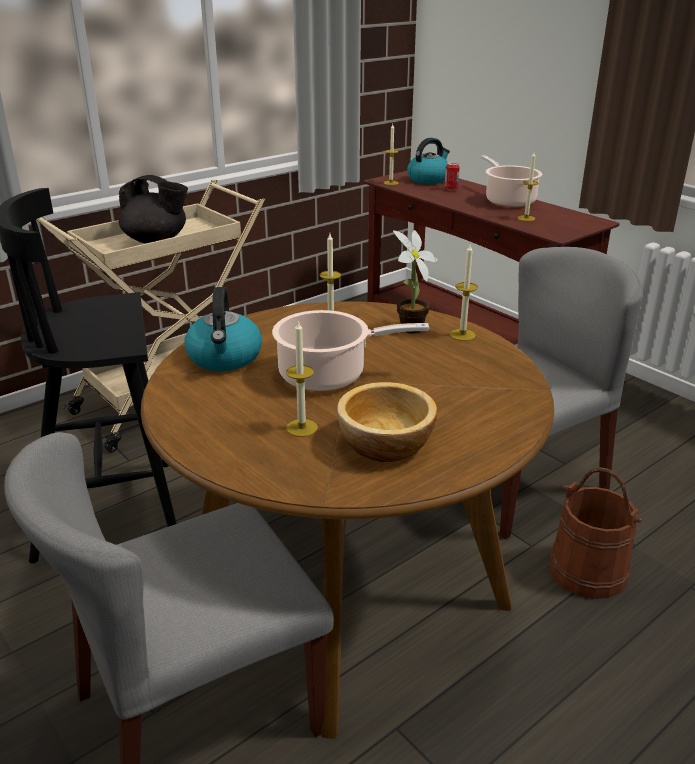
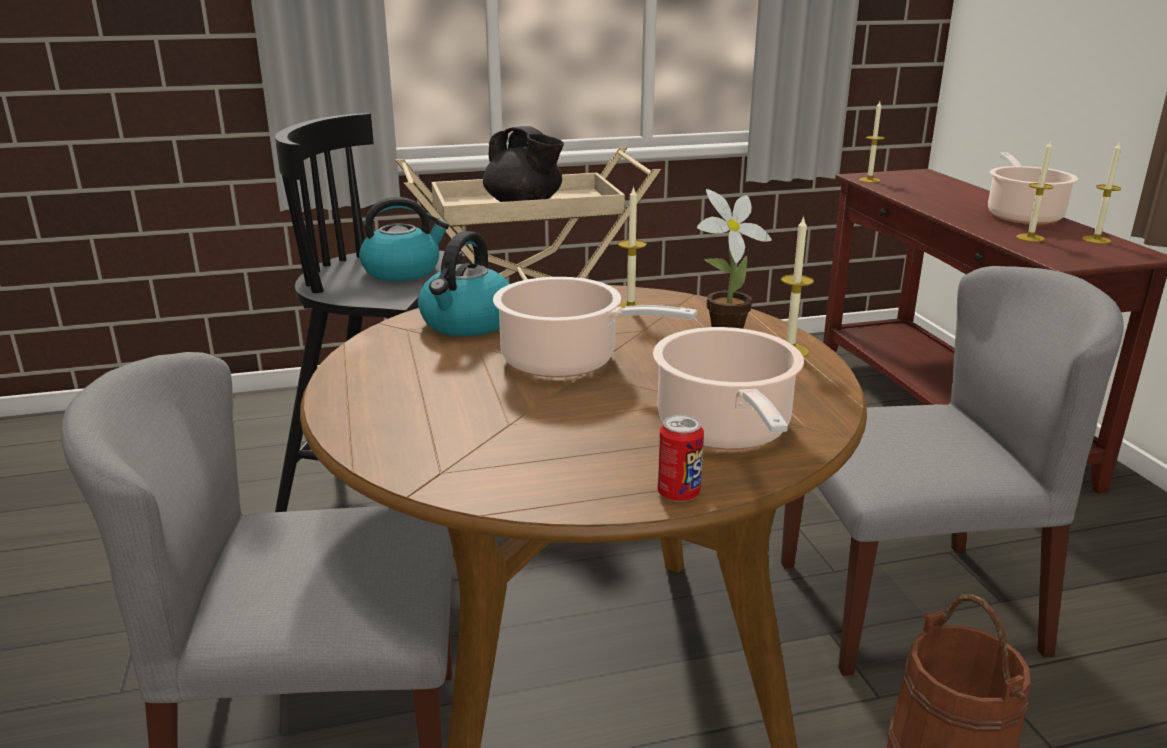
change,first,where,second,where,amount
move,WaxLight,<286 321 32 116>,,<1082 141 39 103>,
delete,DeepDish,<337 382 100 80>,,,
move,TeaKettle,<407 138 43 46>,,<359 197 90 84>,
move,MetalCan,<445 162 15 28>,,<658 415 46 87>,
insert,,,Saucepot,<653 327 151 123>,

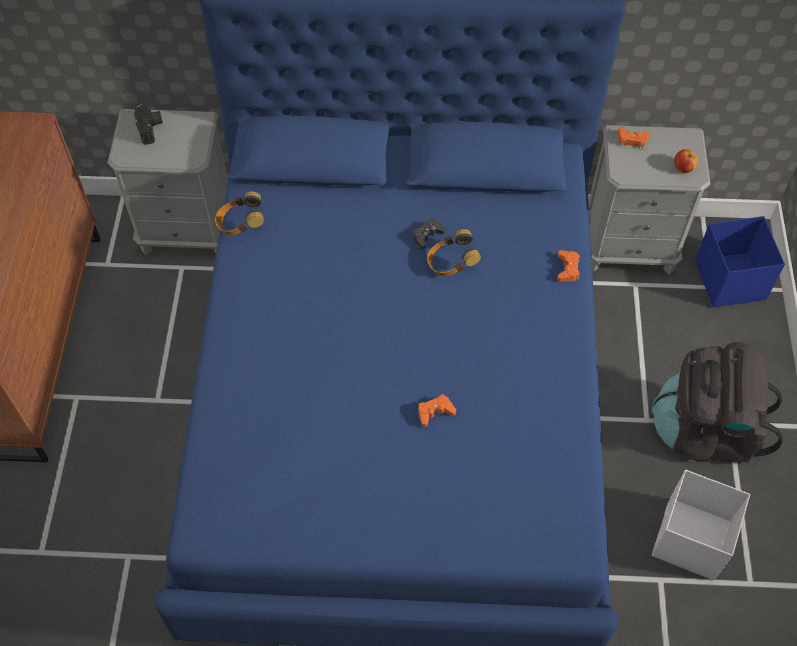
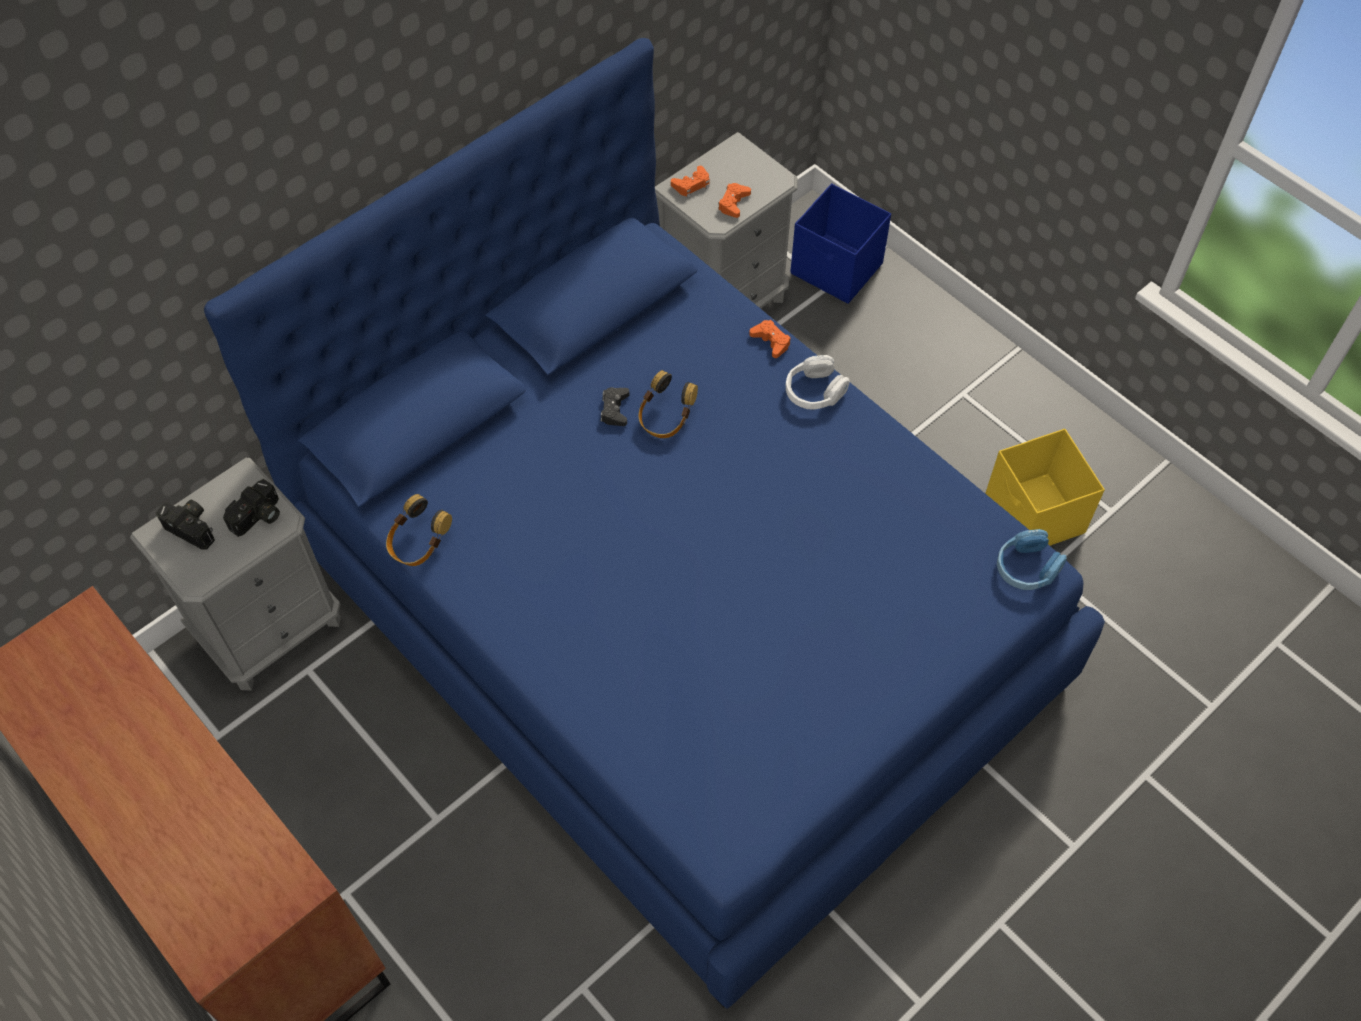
change,first,where,second,where,amount
move,OrangeyJoypad,<418 394 38 33>,,<718 183 33 35>,
delete,BlackColouredRucksack,<652 342 131 121>,,,
recolor,WhiteColouredStorageBin,<652 470 98 111>,YellowStorageBin,<985 429 120 117>,
delete,WholeApple,<674 149 24 24>,,,
insert,,,StillCamera,<223 479 57 58>,
insert,,,WhiteColouredHeadphones,<786 355 64 54>,
insert,,,BlueColouredHeadphones,<997 529 70 61>,

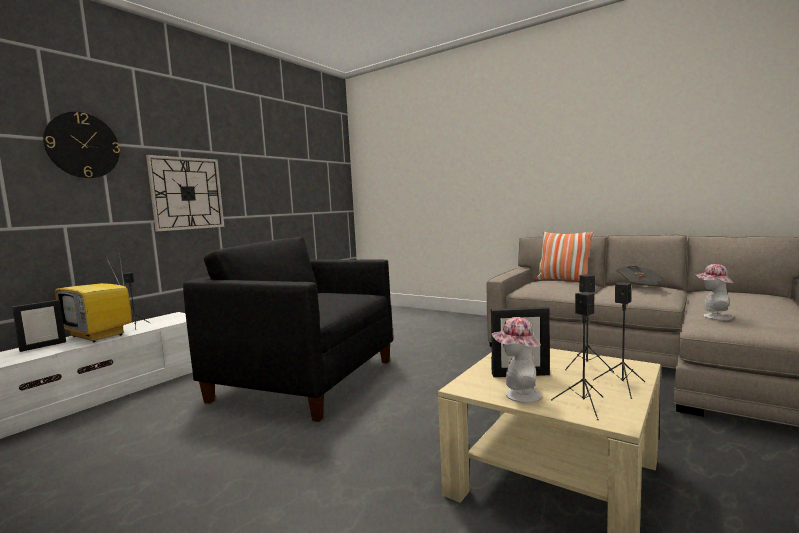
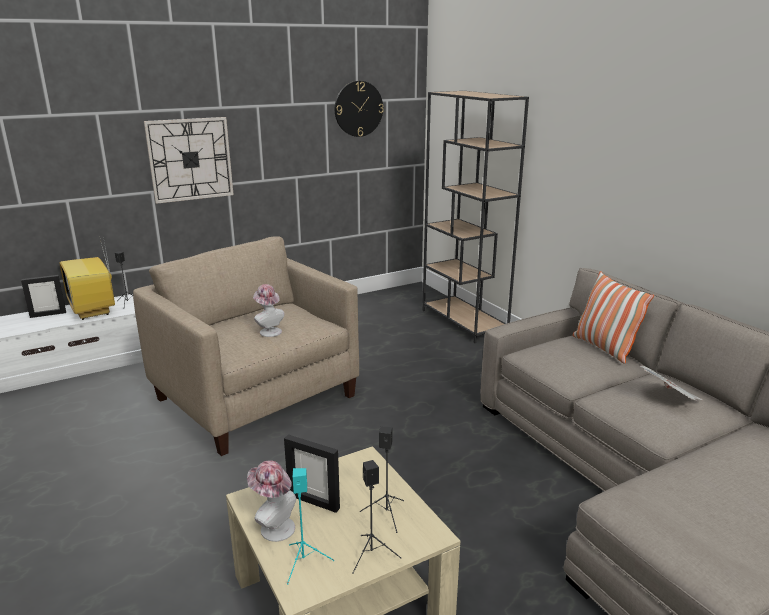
change,first,where,second,where,amount
move,ClockOnTheWall,<43 112 77 66>,,<335 81 49 56>,
recolor,BlackColouredEasyChair,<183 237 210 185>,SandColouredEasyChair,<133 236 226 220>,
recolor,BlackColouredLoudspeaker,<551 292 52 128>,TurquoiseColouredLoudspeaker,<287 468 47 117>,
move,Hat,<695 264 39 56>,,<253 284 32 53>,
insert,,,Bookshelf,<423 91 106 252>,

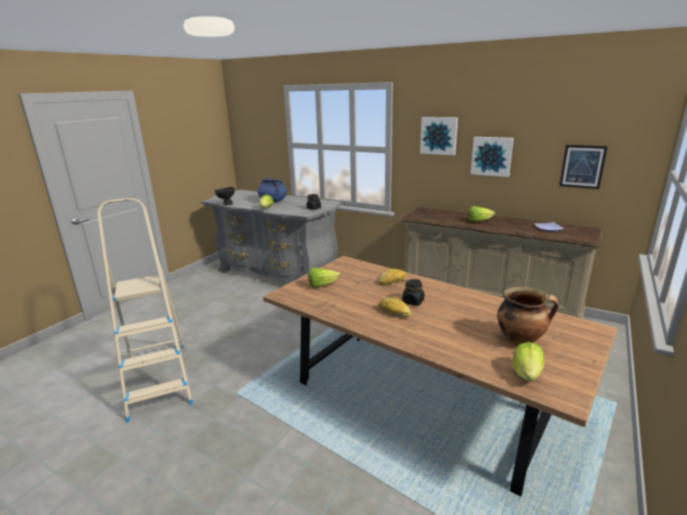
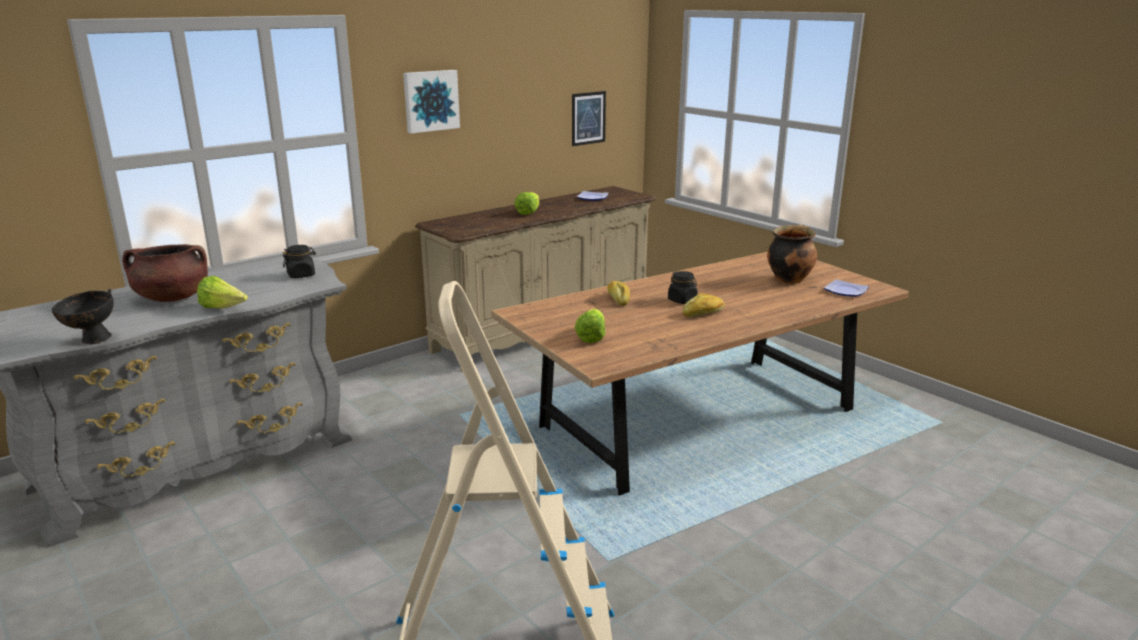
change,first,where,second,where,amount
recolor,BlueColouredSaucepot,<257 178 30 24>,BrownishSaucepot,<122 244 86 58>,
delete,WallPicture,<471 137 43 40>,,,
replace,LettuceHead,<512 342 32 39>,FlatDish,<824 279 45 18>,

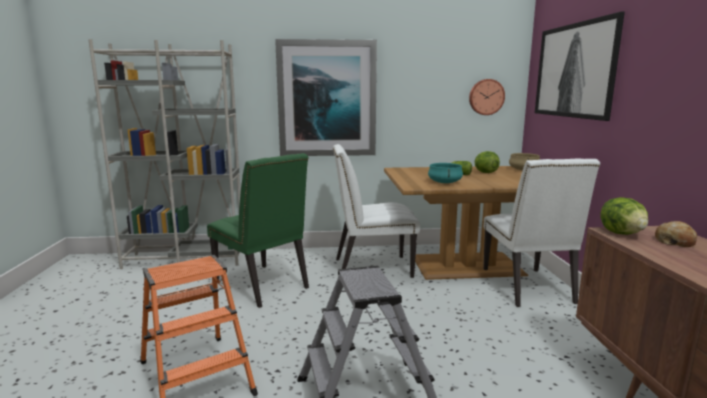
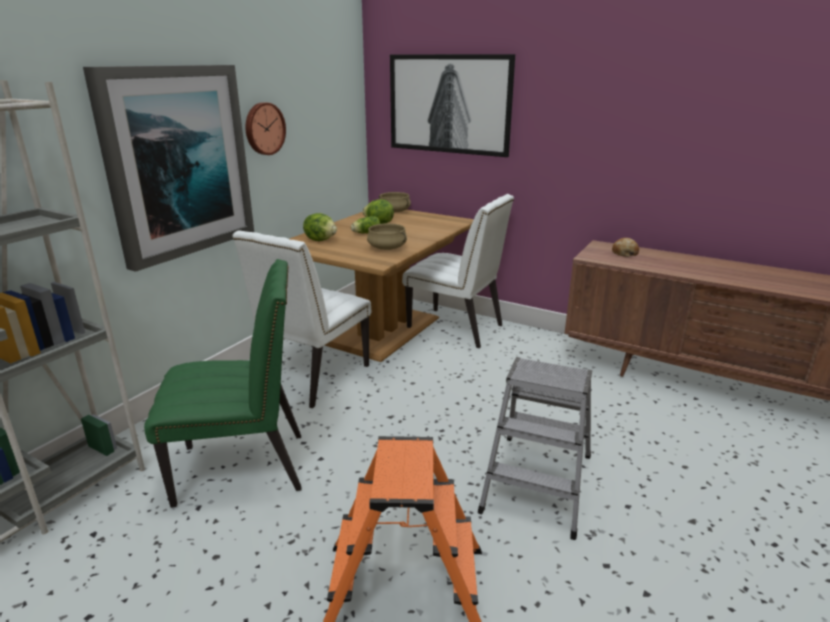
change,first,where,second,where,amount
recolor,TurquoiseColouredSaucepot,<428 163 35 20>,SandColouredSaucepot,<367 223 40 27>,
move,ClockOnTheWall,<469 79 36 36>,,<245 102 41 53>,
move,LettuceHead,<601 197 47 38>,,<303 213 34 28>,

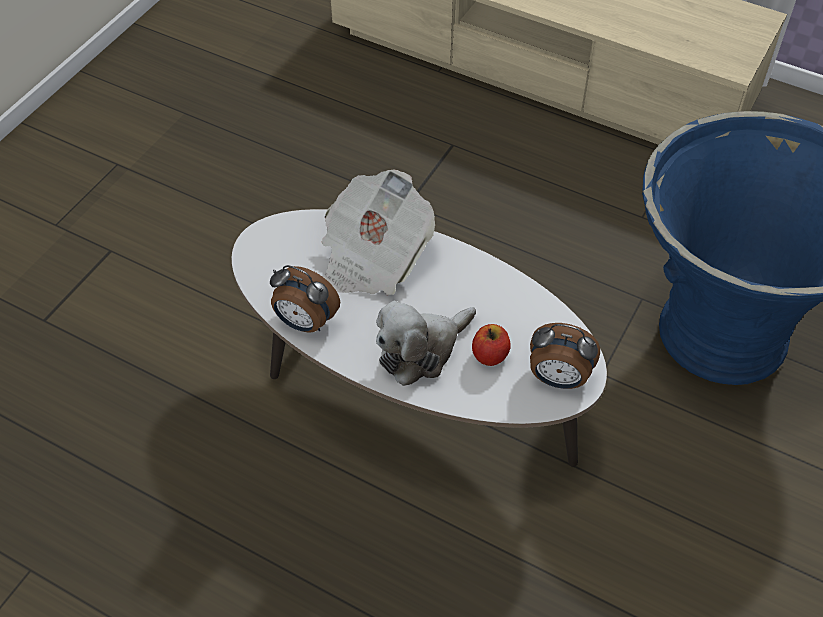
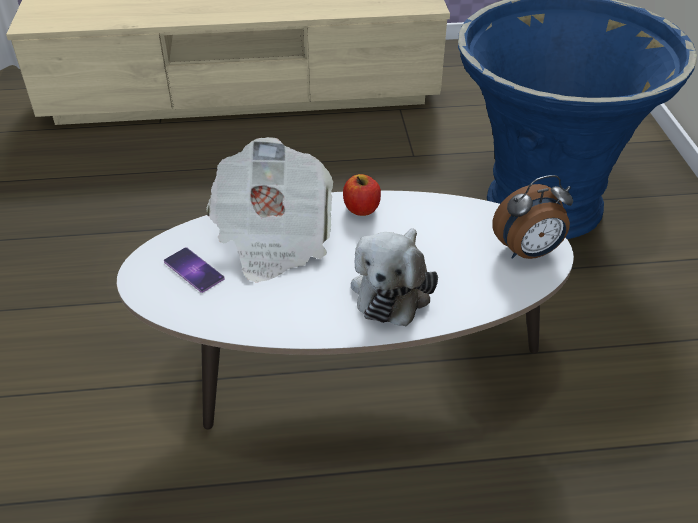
change,first,where,second,where,amount
delete,AlarmClock,<270 265 70 68>,,,
move,WholeApple,<472 324 38 42>,,<343 174 38 42>,
insert,,,Telephone,<164 247 61 46>,

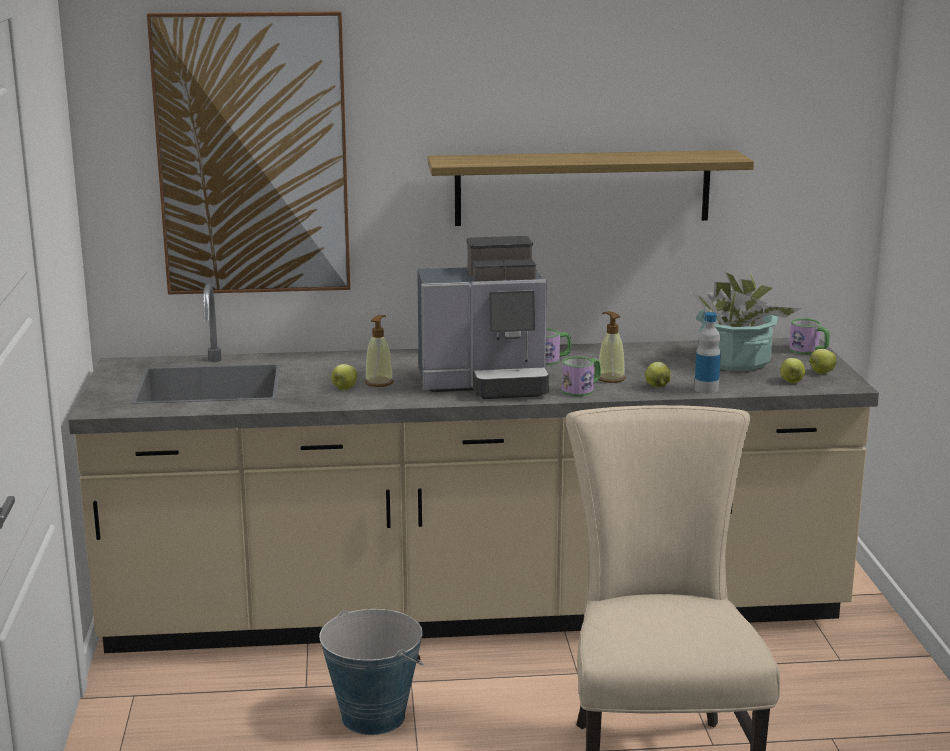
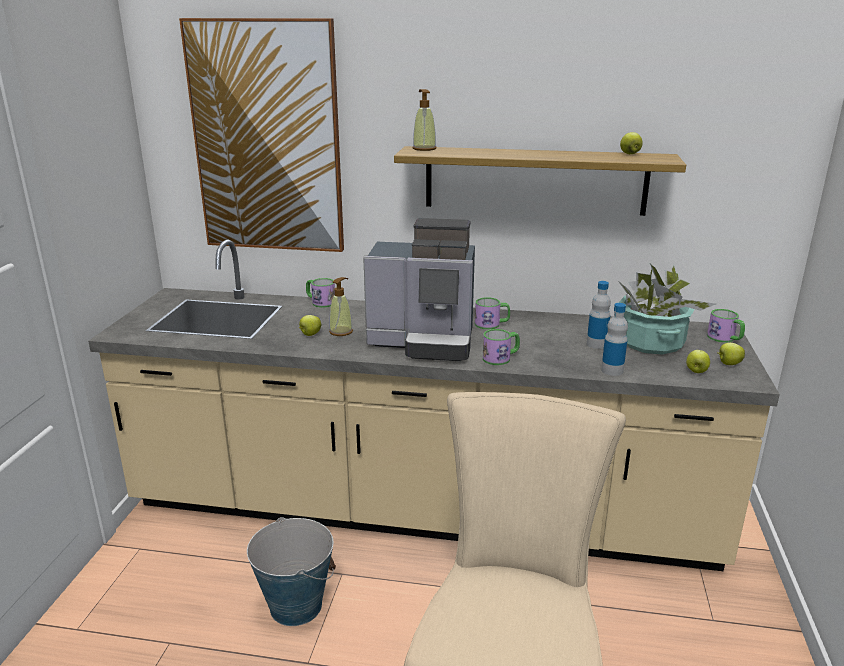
change,first,where,second,where,amount
move,SoapDispenser,<599 311 27 72>,,<412 89 25 62>,
move,WholeApple,<645 362 26 25>,,<620 132 22 22>,
insert,,,TeaMug,<306 278 29 30>,
insert,,,BeverageBottle,<587 281 24 68>,

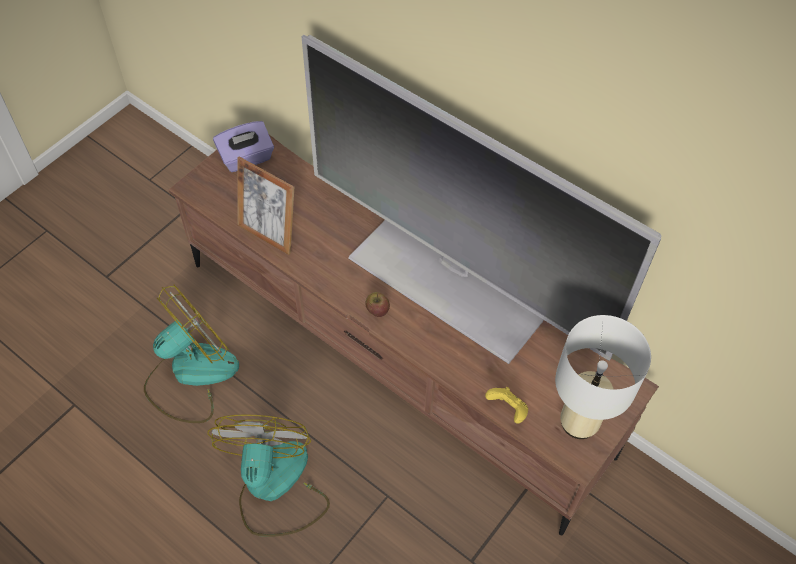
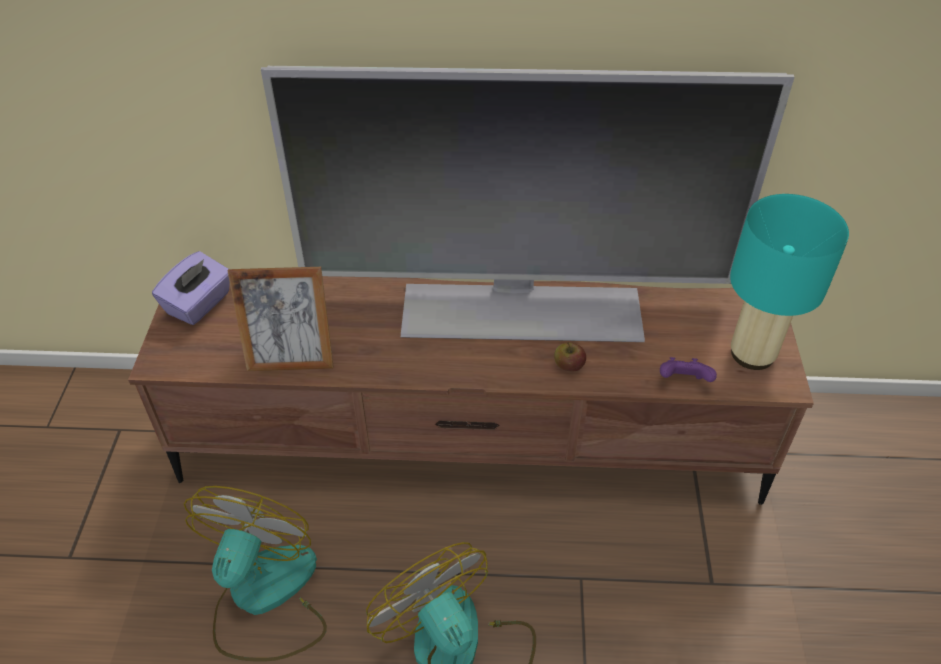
change,first,where,second,where,amount
move,WholeApple,<365 292 25 25>,,<554 342 32 30>,
recolor,YellowJoypad,<485 387 43 36>,PurplishJoypad,<660 357 57 25>,
recolor,WhiteColouredTabletopLamp,<555 315 96 124>,TurquoiseColouredTabletopLamp,<730 194 119 176>,

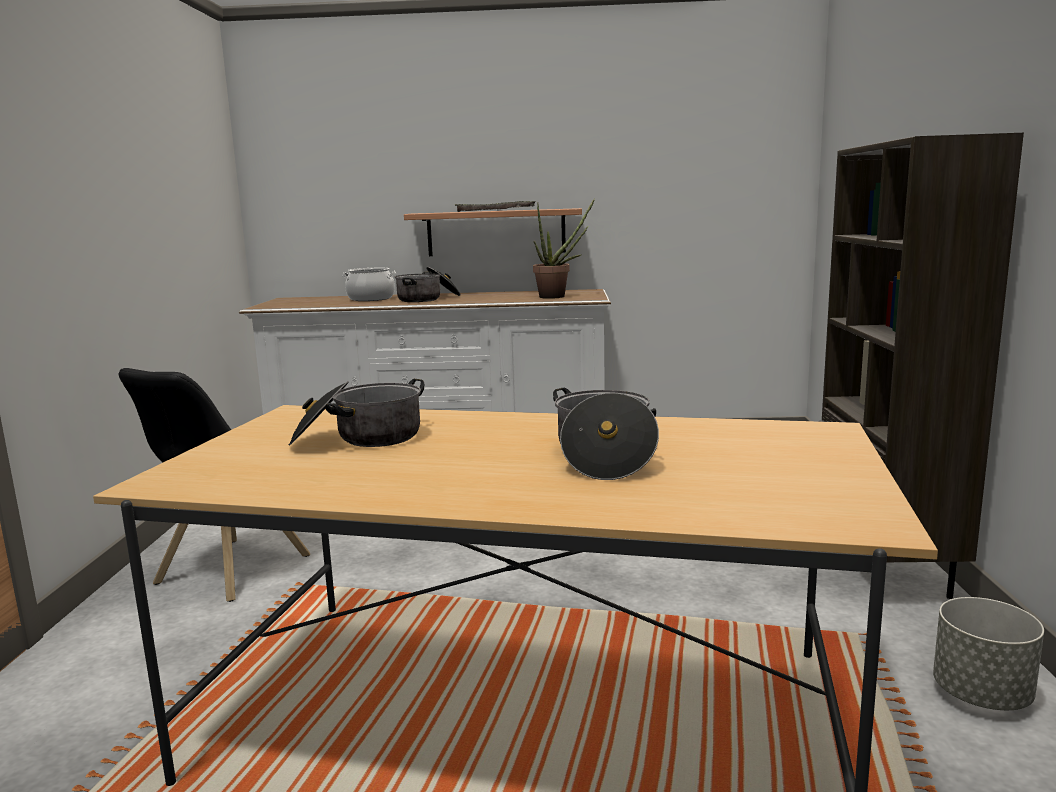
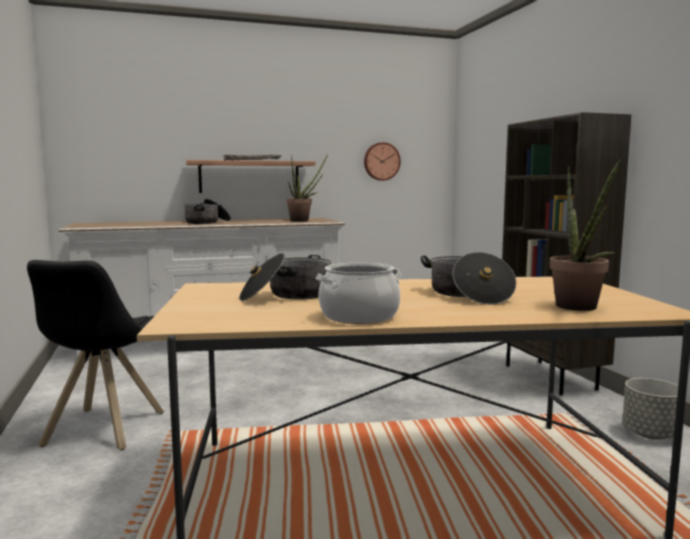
change,first,where,second,where,amount
move,Saucepot,<342 268 55 33>,,<316 263 85 61>,
insert,,,ClockOnTheWall,<364 142 37 39>,
insert,,,PlantInAPot,<549 159 72 152>,

